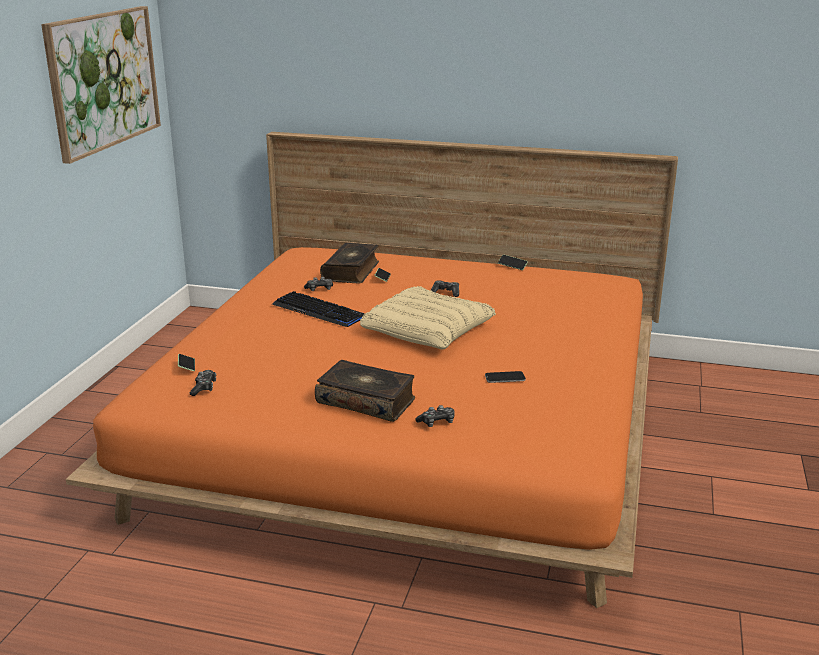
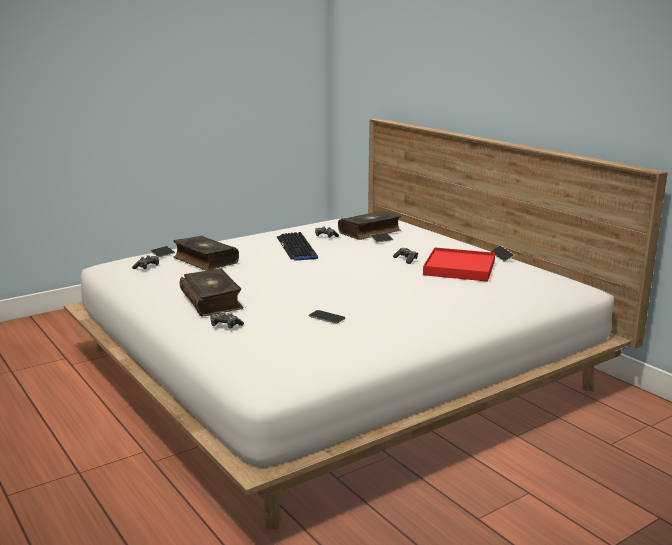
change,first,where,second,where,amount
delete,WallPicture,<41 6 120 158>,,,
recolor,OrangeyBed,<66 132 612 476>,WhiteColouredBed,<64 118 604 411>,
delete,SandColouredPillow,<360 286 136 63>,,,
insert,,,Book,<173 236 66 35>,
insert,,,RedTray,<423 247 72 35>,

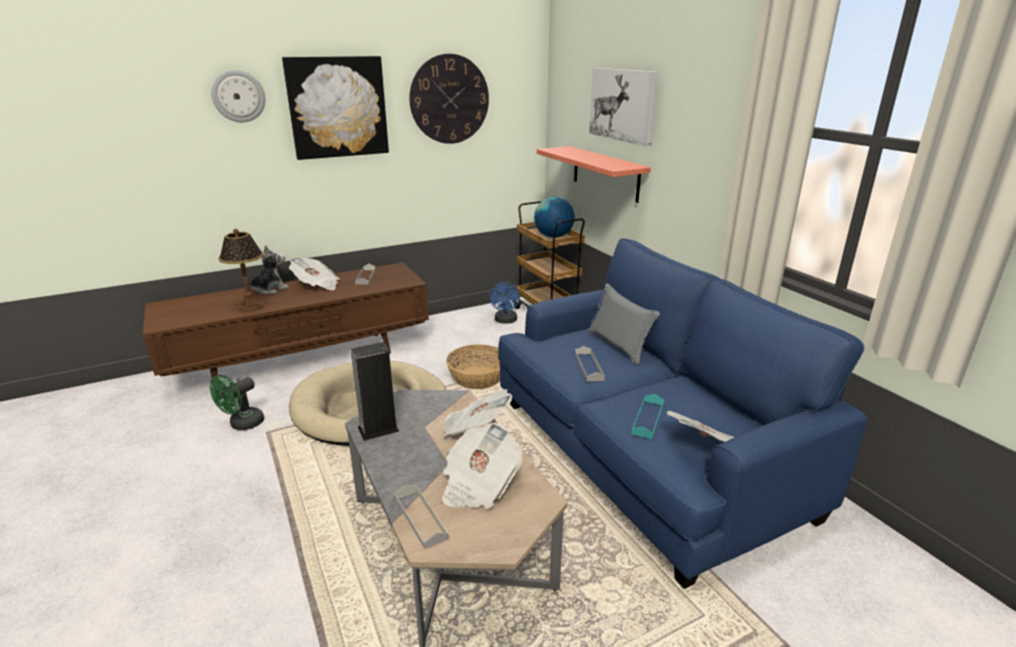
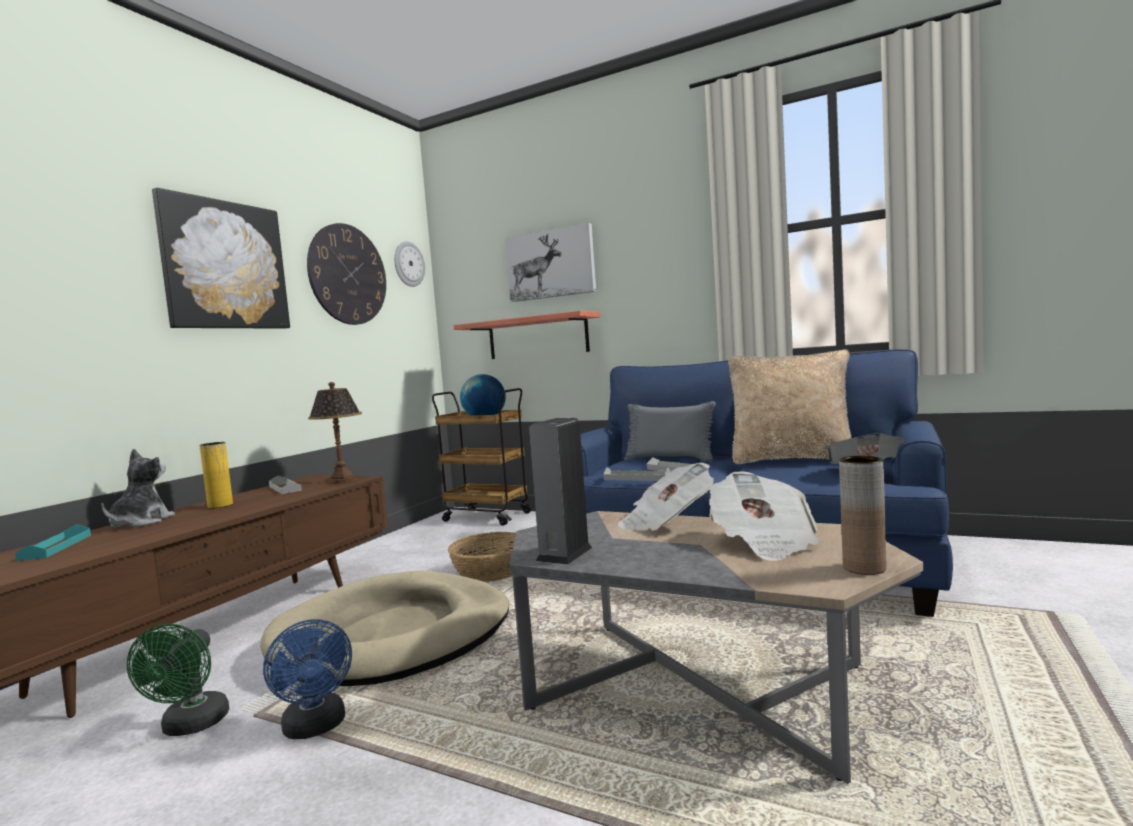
change,first,where,second,where,amount
move,ClockOnTheWall,<211 70 54 52>,,<394 241 31 46>,
move,TabletopLamp,<218 229 46 83>,,<308 382 54 102>,
replace,PrintedPaper,<289 257 50 33>,YellowDecorativeVase,<200 442 33 66>,
move,GreyishTray,<394 485 55 64>,,<603 467 68 14>,
move,BlueColouredFan,<489 282 31 42>,,<263 619 89 120>,
move,TurquoiseColouredTray,<631 394 33 45>,,<15 524 76 37>,
insert,,,SandColouredPillow,<728 349 124 116>,
insert,,,BrownishDecorativeVase,<839 456 47 119>,

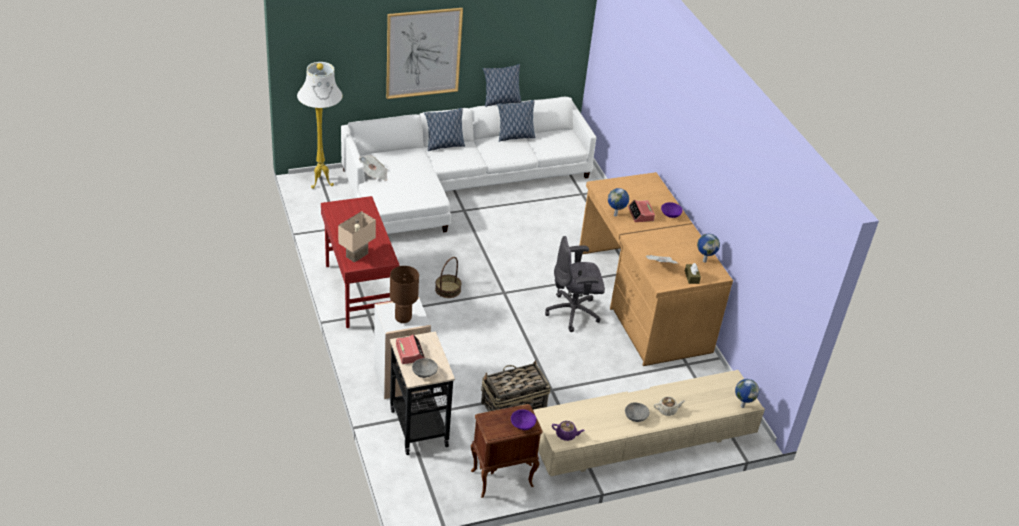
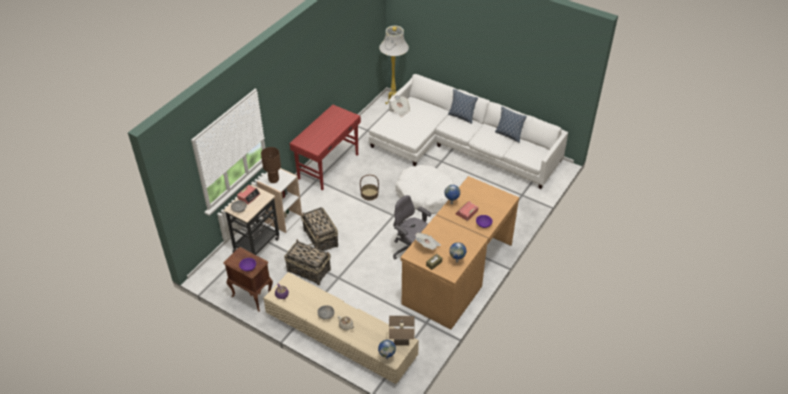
change,first,where,second,where,amount
move,SandColouredTabletopLamp,<338 211 38 51>,,<389 316 26 29>,
delete,WallPicture,<386 8 77 91>,,,
delete,Pillow,<482 64 40 43>,,,
insert,,,Basket,<301 207 37 44>,
insert,,,WhiteColouredDogBed,<396 165 59 49>,

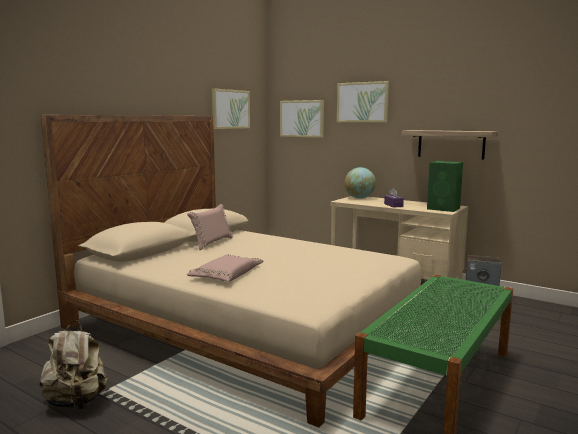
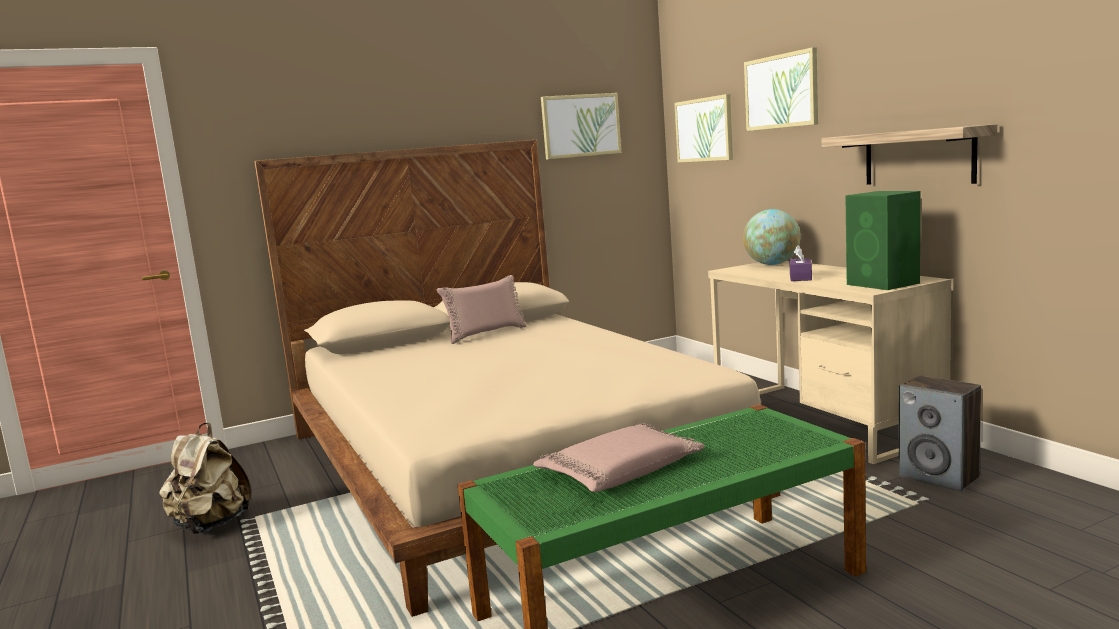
change,first,where,second,where,amount
move,SandColouredPillow,<187 254 76 28>,,<533 423 172 69>,

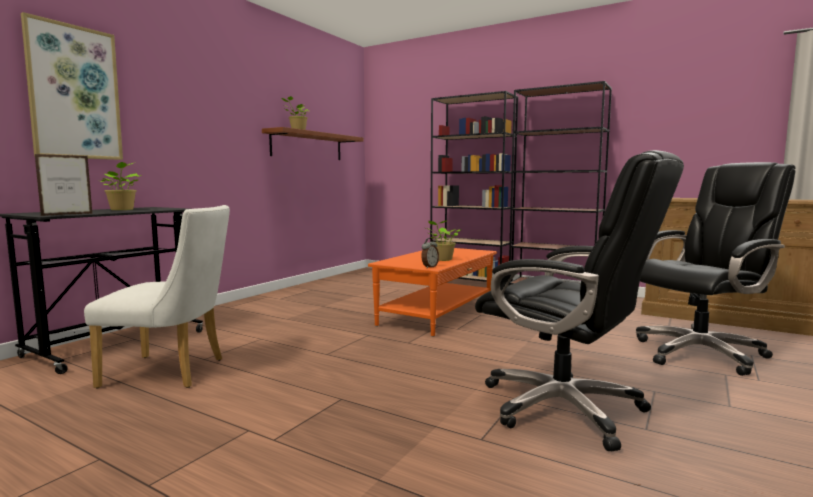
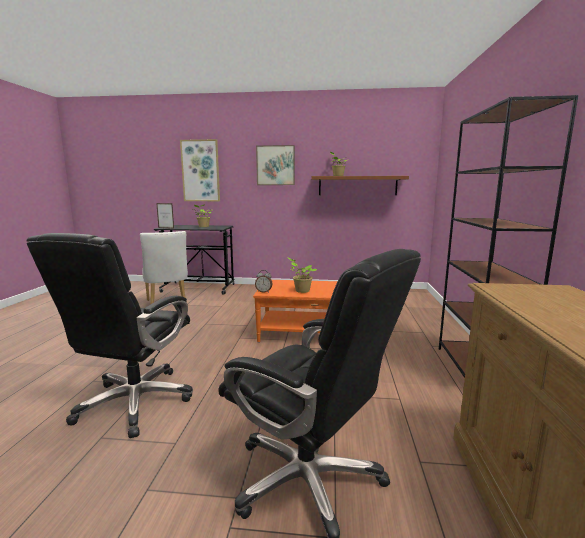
change,first,where,second,where,amount
delete,SandColouredBookshelf,<430 91 88 191>,,,
insert,,,WallPicture,<256 145 39 40>,

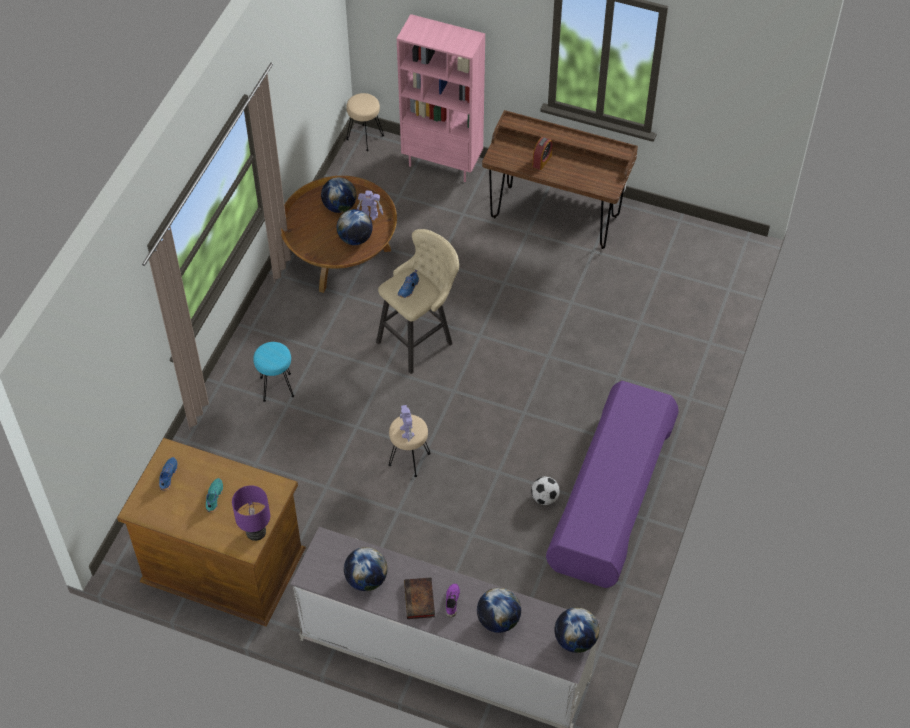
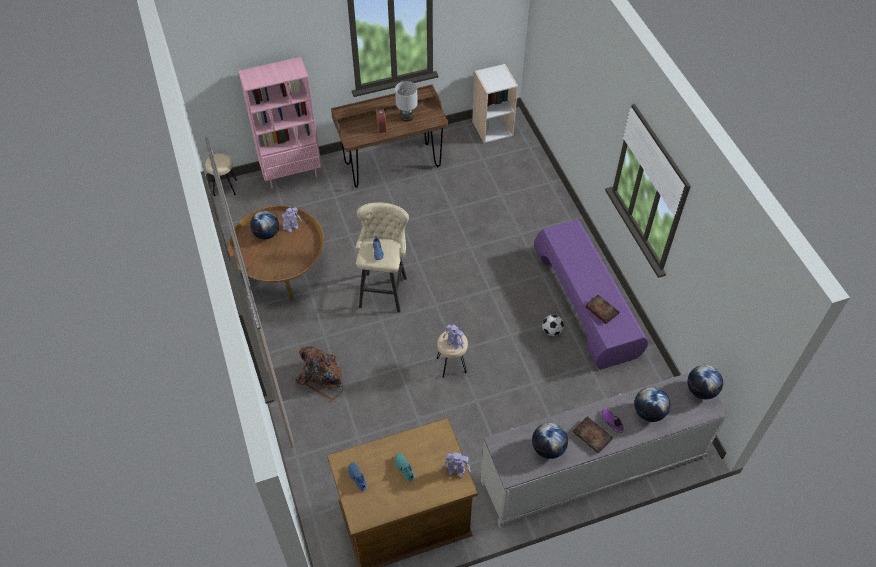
change,first,where,second,where,amount
replace,PurplishTabletopLamp,<232 485 38 56>,ToyRobot,<442 452 28 25>,
replace,TurquoiseColouredStoolSeat,<253 342 41 60>,BrownishRucksack,<295 347 48 56>,
delete,Globe,<337 209 36 36>,,,
insert,,,GreyishTabletopLamp,<395 81 23 40>,
insert,,,Bookshelf,<472 64 46 79>,
insert,,,Book,<585 295 34 29>,

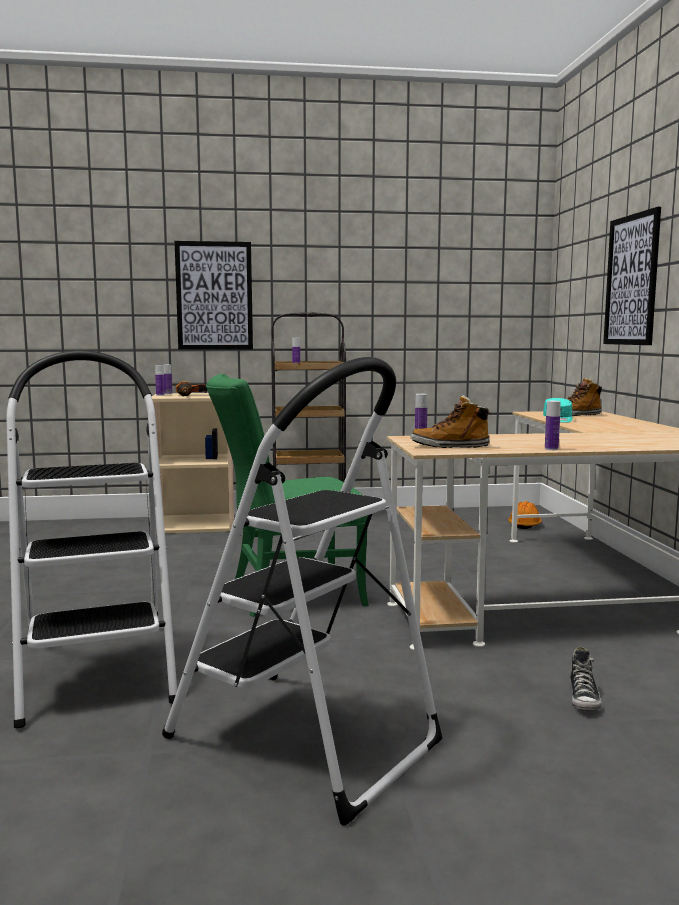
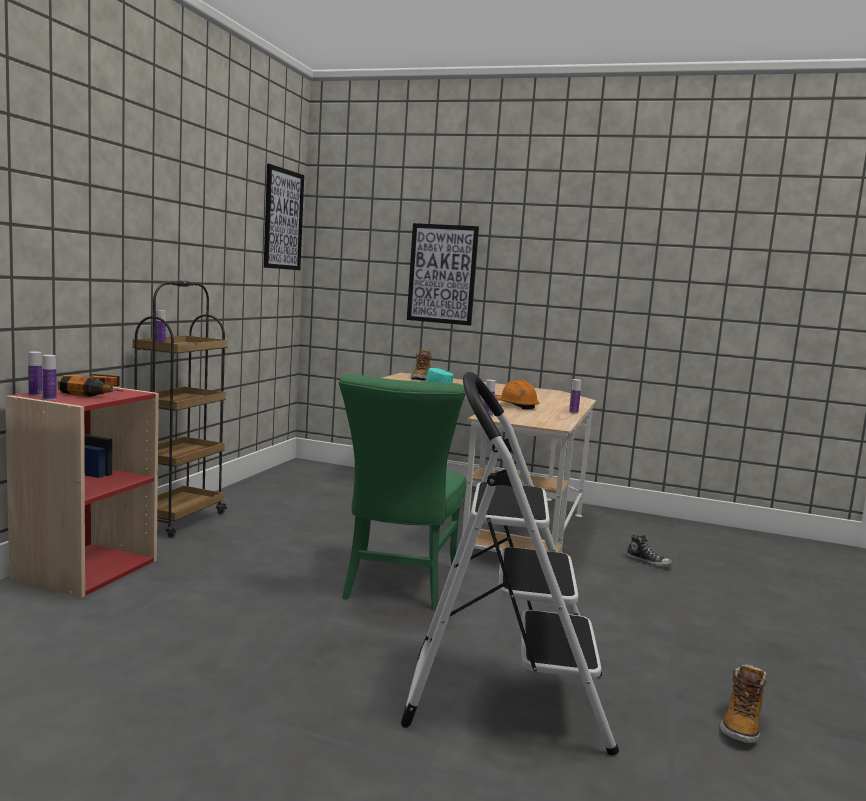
change,first,where,second,where,amount
recolor,SandColouredBookshelf,<152 393 82 141>,RedBookshelf,<5 387 154 211>,
delete,StepLadder,<162 357 280 469>,,,
move,WallPicture,<175 241 78 109>,,<264 164 40 106>,
move,HighTopBoot,<410 395 82 53>,,<720 665 47 78>,
move,OrangeyWorkHelmet,<508 501 34 28>,,<495 379 44 30>,

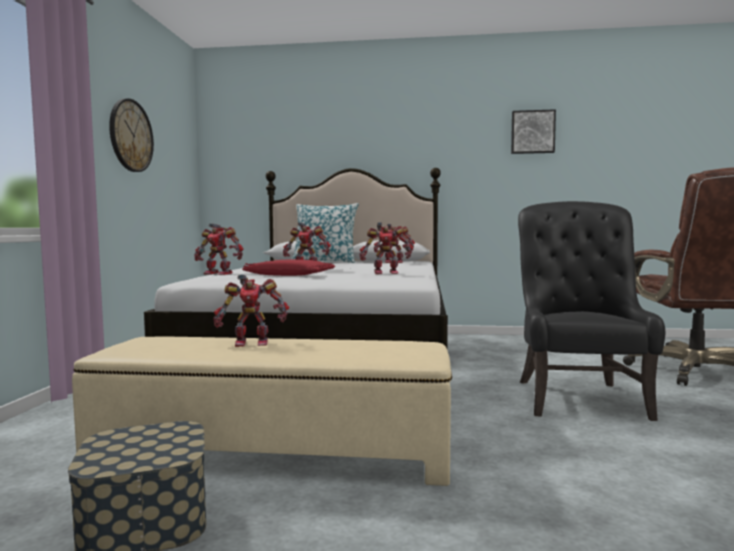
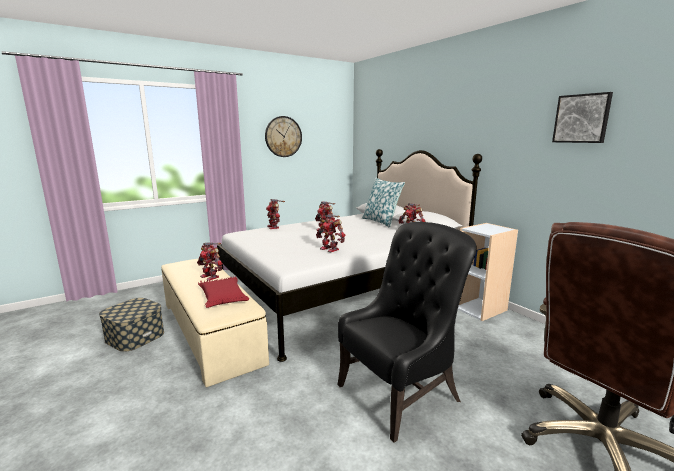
change,first,where,second,where,amount
move,RedPillow,<242 259 93 17>,,<198 276 51 32>,
insert,,,Bookshelf,<458 223 60 98>,

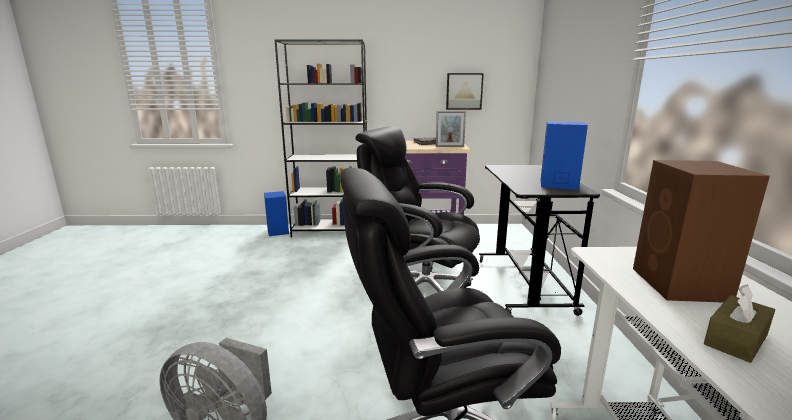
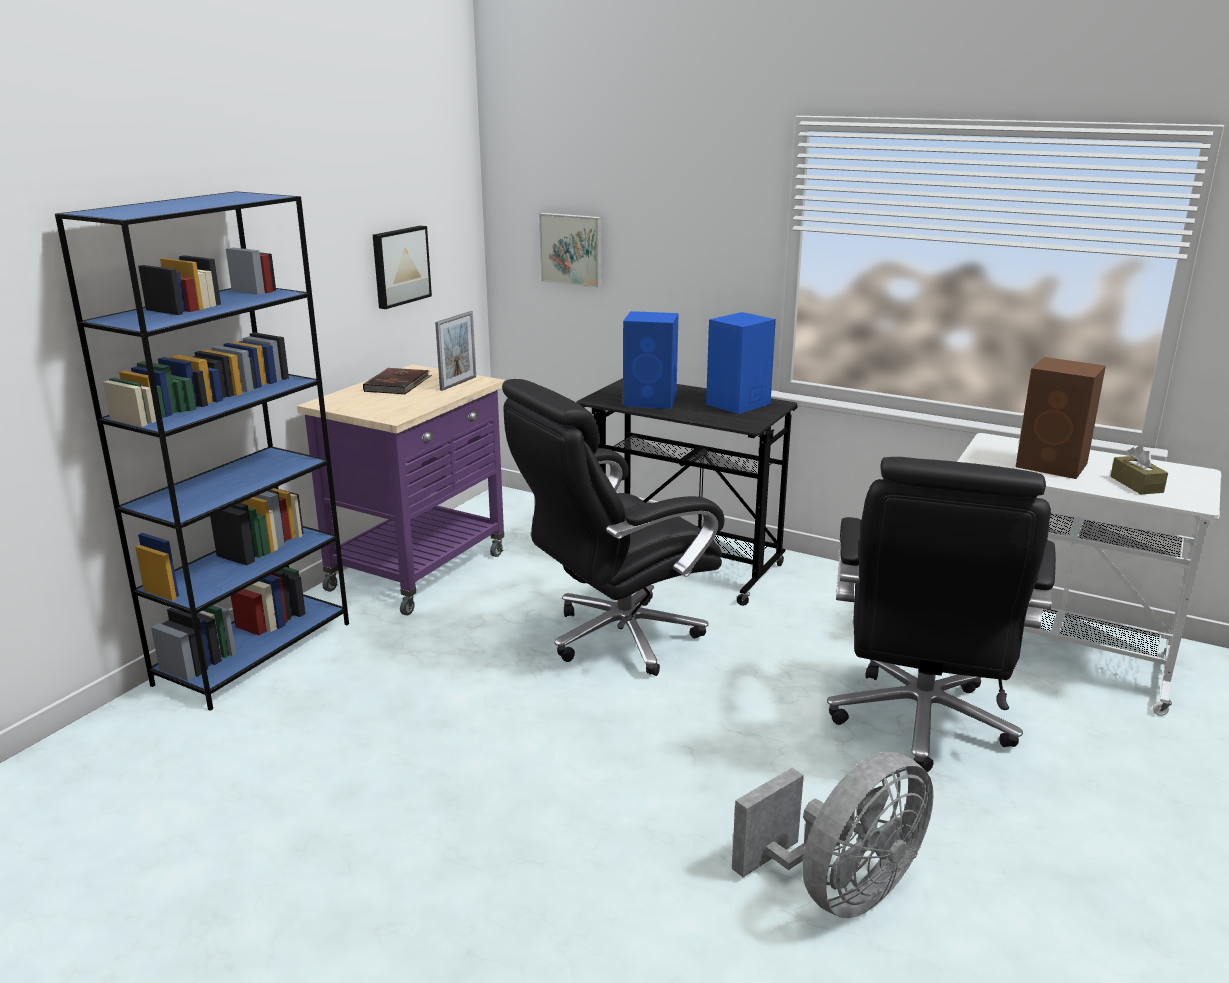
change,first,where,second,where,amount
move,BlueColouredLoudspeaker,<264 191 25 45>,,<623 311 56 98>,
recolor,WhiteColouredBookshelf,<274 39 93 198>,BlueColouredBookshelf,<55 191 294 520>,
insert,,,WallPicture,<539 213 63 75>,

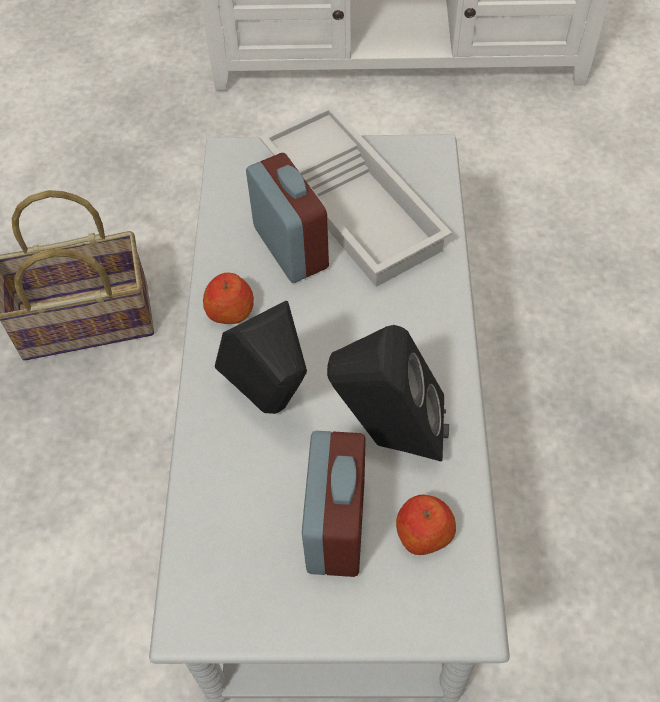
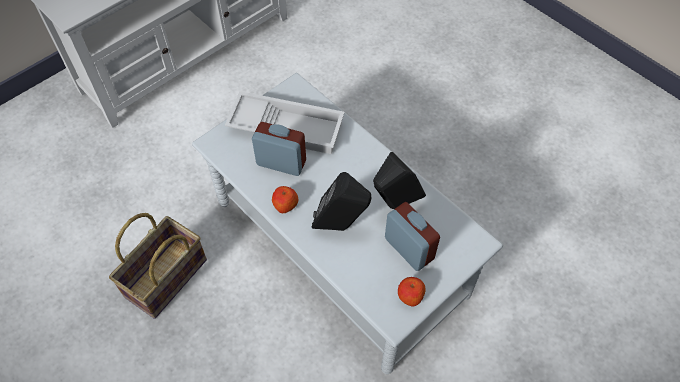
change,first,where,second,where,amount
move,WholeApple,<396 495 60 60>,,<398 277 28 29>,

